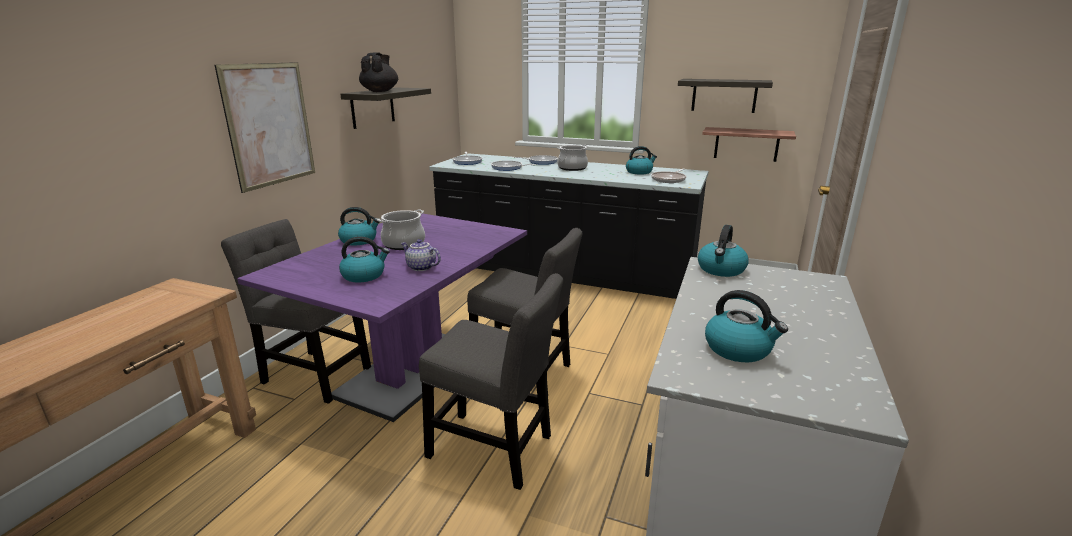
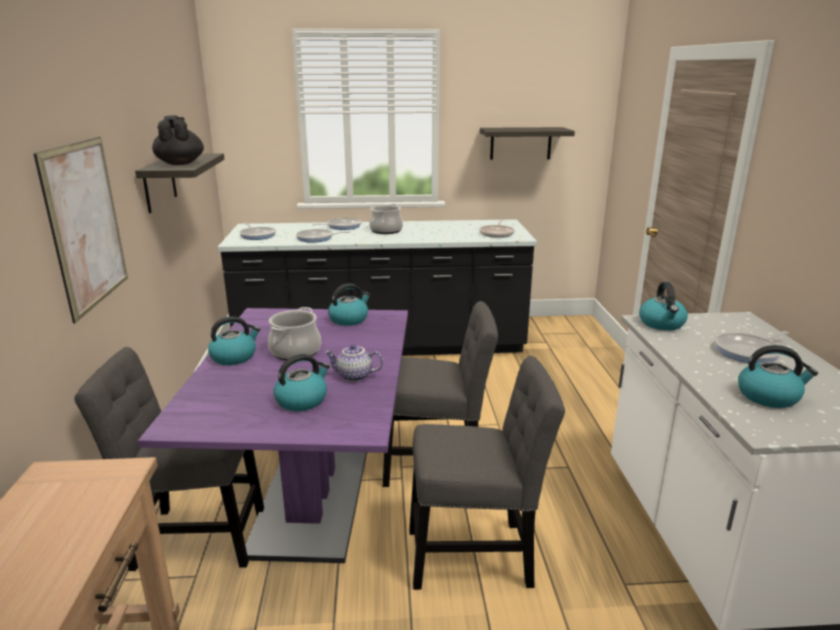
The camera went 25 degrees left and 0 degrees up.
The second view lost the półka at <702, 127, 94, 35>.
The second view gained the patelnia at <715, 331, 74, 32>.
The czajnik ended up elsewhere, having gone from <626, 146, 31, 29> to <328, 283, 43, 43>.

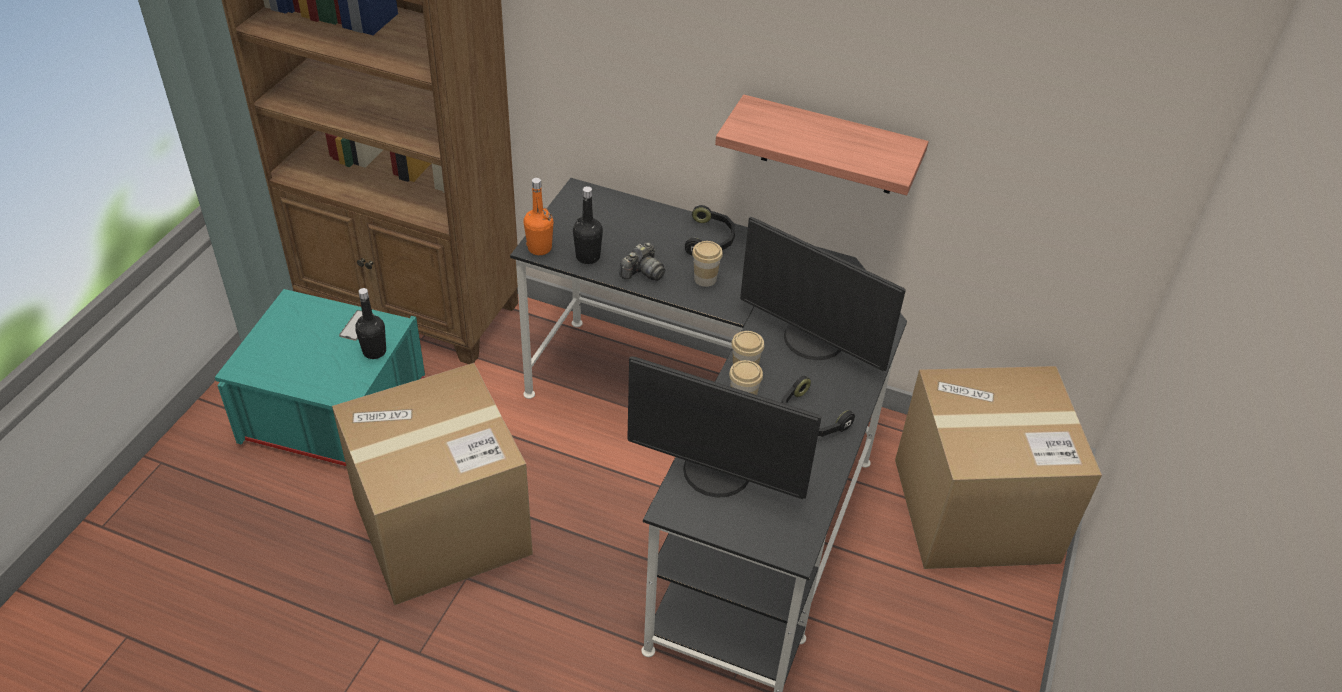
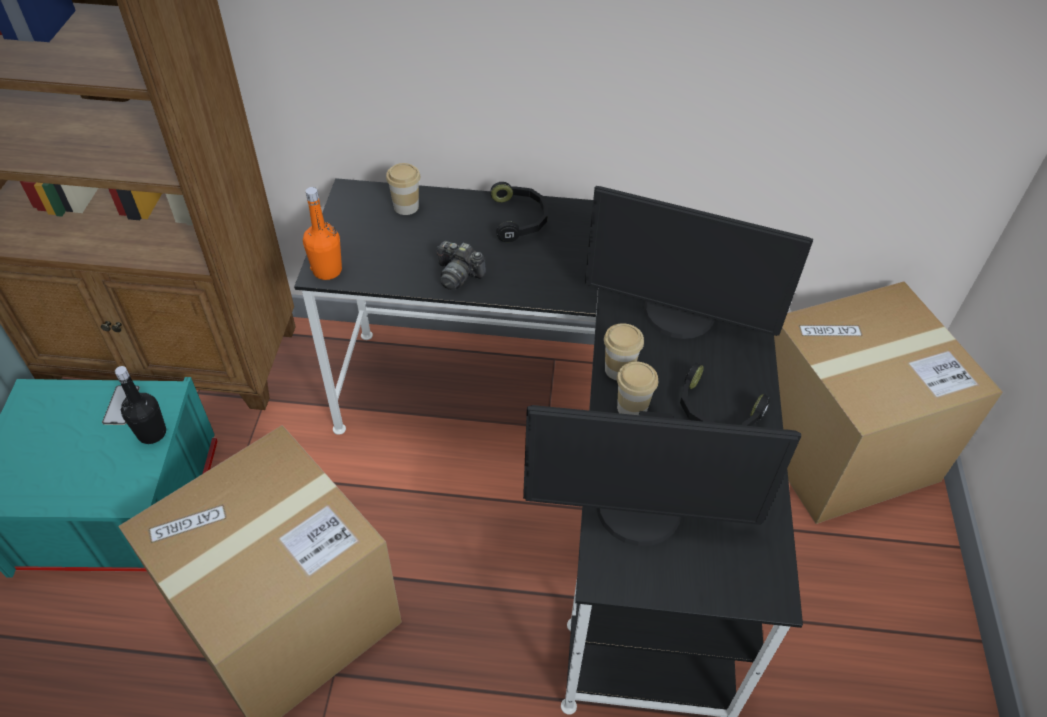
The camera went 15 degrees left and 5 degrees up.
The second view lost the butelka/czarny at <573, 186, 30, 78>.
The second view lost the półka at <715, 95, 214, 100>.
The filiżanka ended up elsewhere, having gone from <692, 241, 31, 46> to <386, 163, 34, 52>.
The aparat fotograficzny at <619, 242, 46, 39> ended up facing another way, 90 degrees clockwise from before.

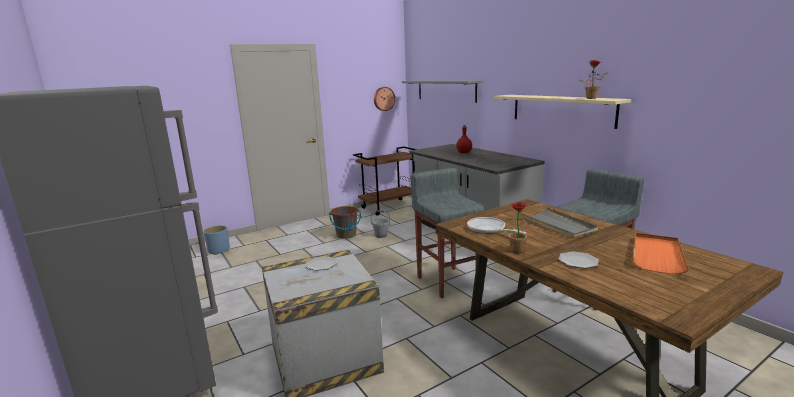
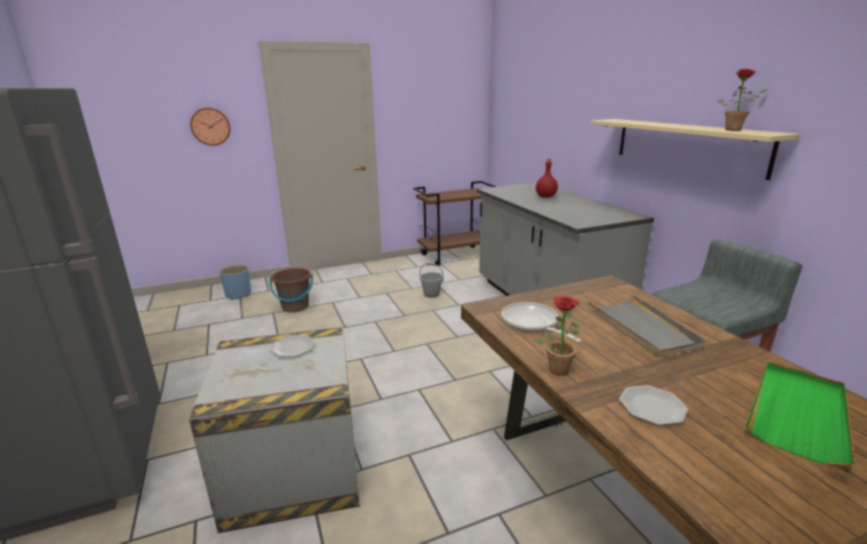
The camera went 10 degrees right and 5 degrees up.
The second view lost the półka/szary at <402, 80, 81, 23>.
The second view lost the stołek/szary at <411, 168, 73, 130>.
The wiadro/brązowy ended up elsewhere, having gone from <329, 206, 32, 33> to <269, 268, 44, 44>.
The zegar ścienny ended up elsewhere, having gone from <374, 87, 21, 24> to <190, 108, 40, 38>.
What was the taca/pomarańczowy at <631, 233, 58, 41> turned into the taca/zielony at <745, 362, 111, 104>.

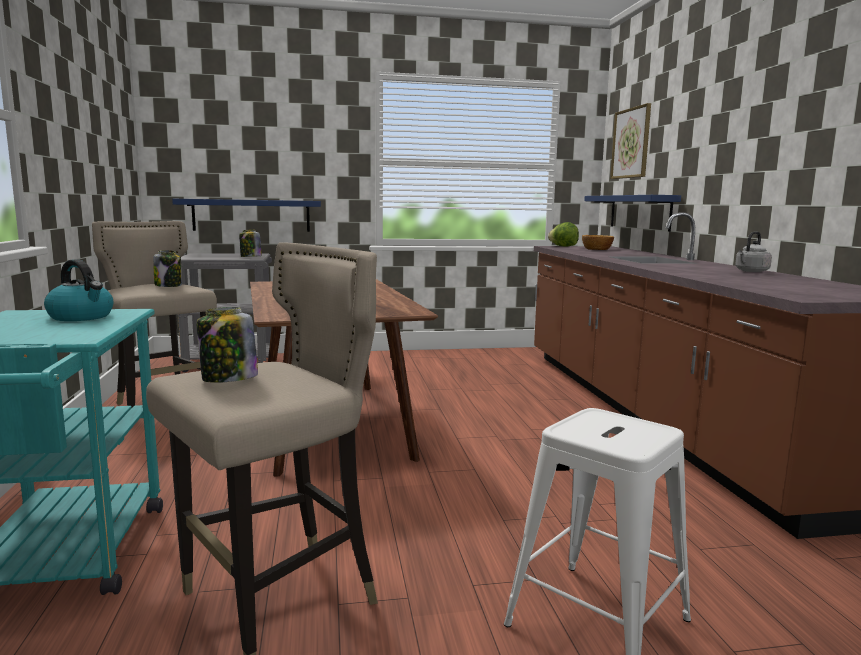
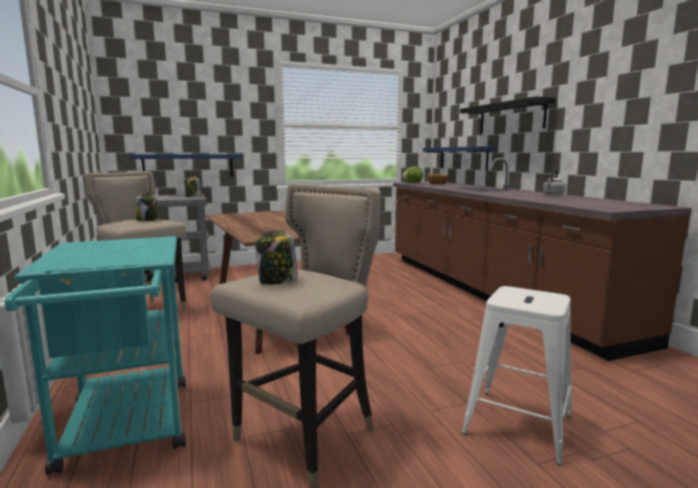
The camera went 10 degrees left and 0 degrees up.
The second view lost the czajnik at <44, 259, 70, 62>.
The second view lost the obraz at <610, 103, 41, 76>.
The second view gained the półka/czarny at <460, 96, 96, 37>.

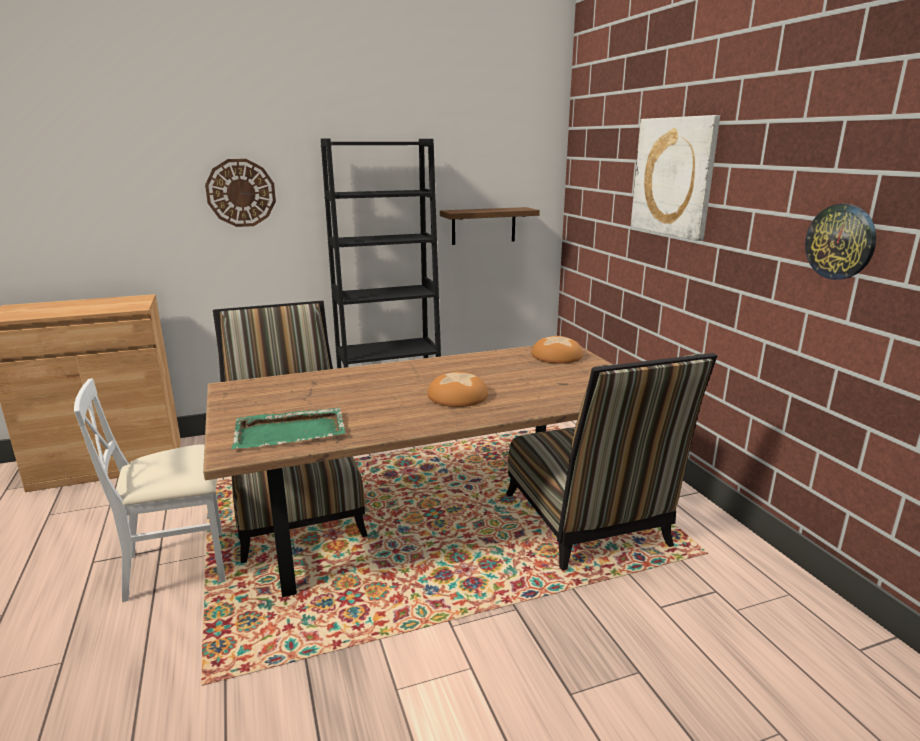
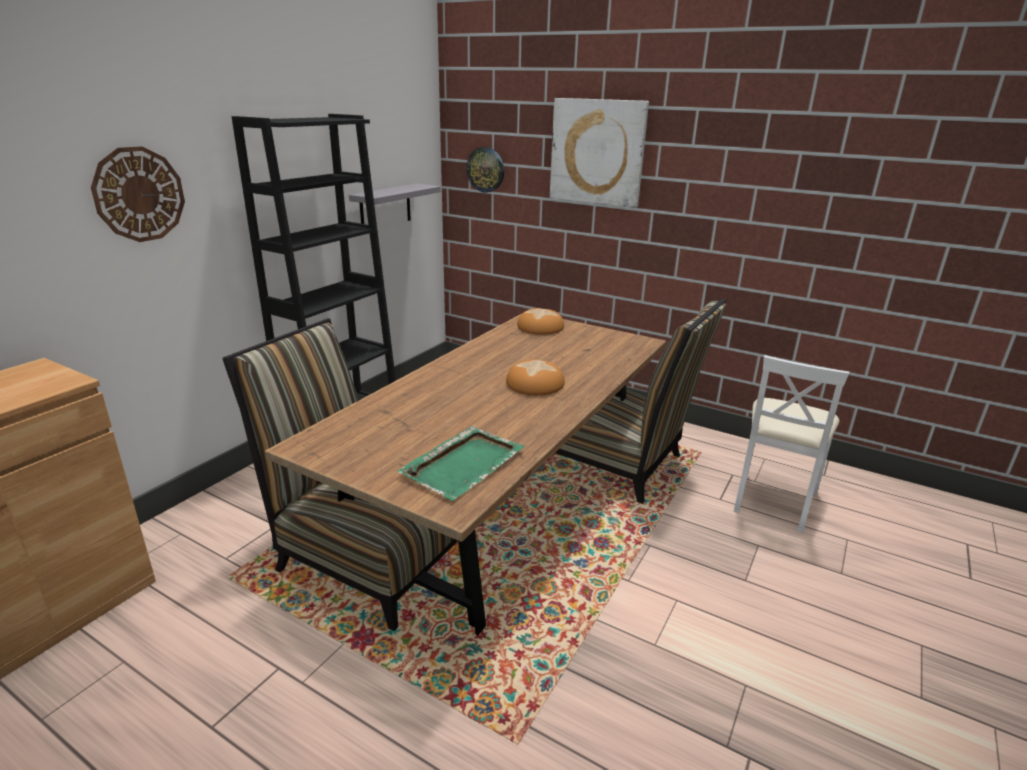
The camera went 40 degrees left and 5 degrees up.
The krzesło/biały ended up elsewhere, having gone from <74, 378, 152, 224> to <733, 355, 116, 178>.
The zegar ścienny ended up elsewhere, having gone from <805, 204, 71, 76> to <466, 147, 38, 46>.
What was the półka/brązowy at <440, 207, 100, 38> turned into the półka/szary at <349, 184, 92, 40>.

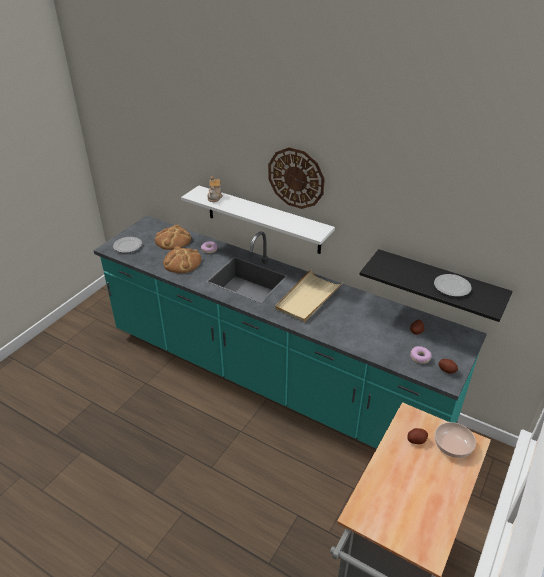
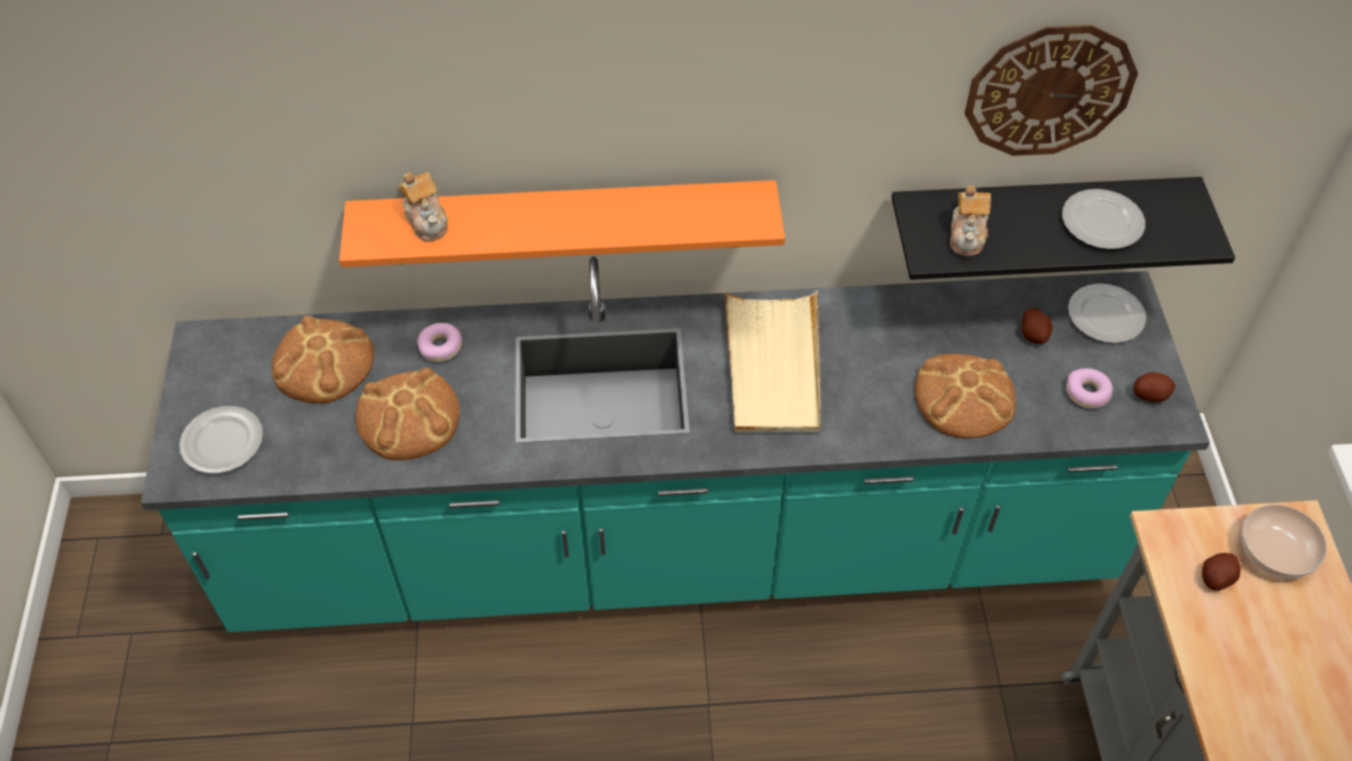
The camera went 35 degrees left and 15 degrees up.
The second view gained the chleb at <915, 354, 101, 85>.
The second view gained the imbryk at <950, 186, 41, 70>.
The second view gained the talerz at <1068, 284, 78, 59>.
The zegar ścienny ended up elsewhere, having gone from <268, 147, 57, 62> to <965, 25, 173, 131>.
What was the półka/biały at <181, 185, 154, 69> turned into the półka/pomarańczowy at <339, 180, 446, 87>.

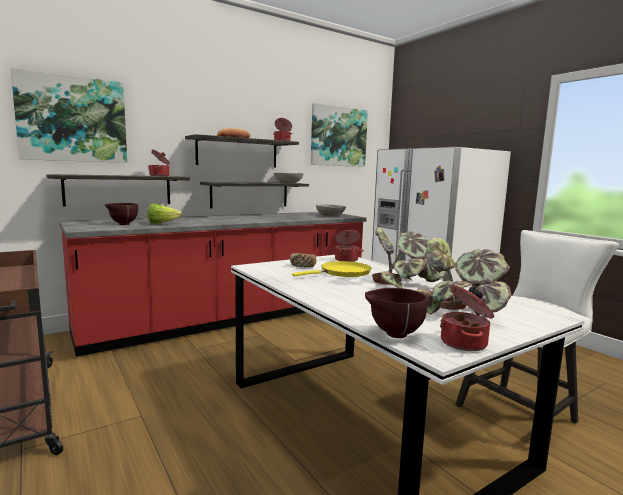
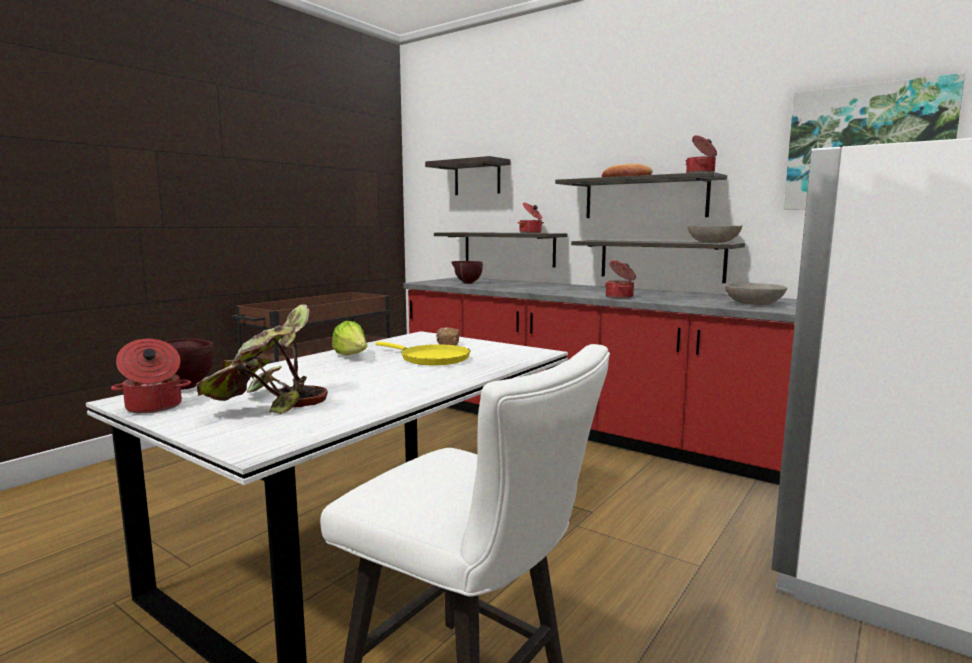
The camera went 70 degrees right and 0 degrees up.
The second view lost the roślina doniczkowa at <372, 227, 76, 61>.
The sałata ended up elsewhere, having gone from <148, 204, 34, 20> to <332, 321, 35, 34>.
The garnek ended up elsewhere, having gone from <331, 230, 33, 32> to <605, 260, 31, 39>.
Where the obraz hung at <11, 68, 116, 95>, the półka came to hang at <425, 156, 85, 39>.

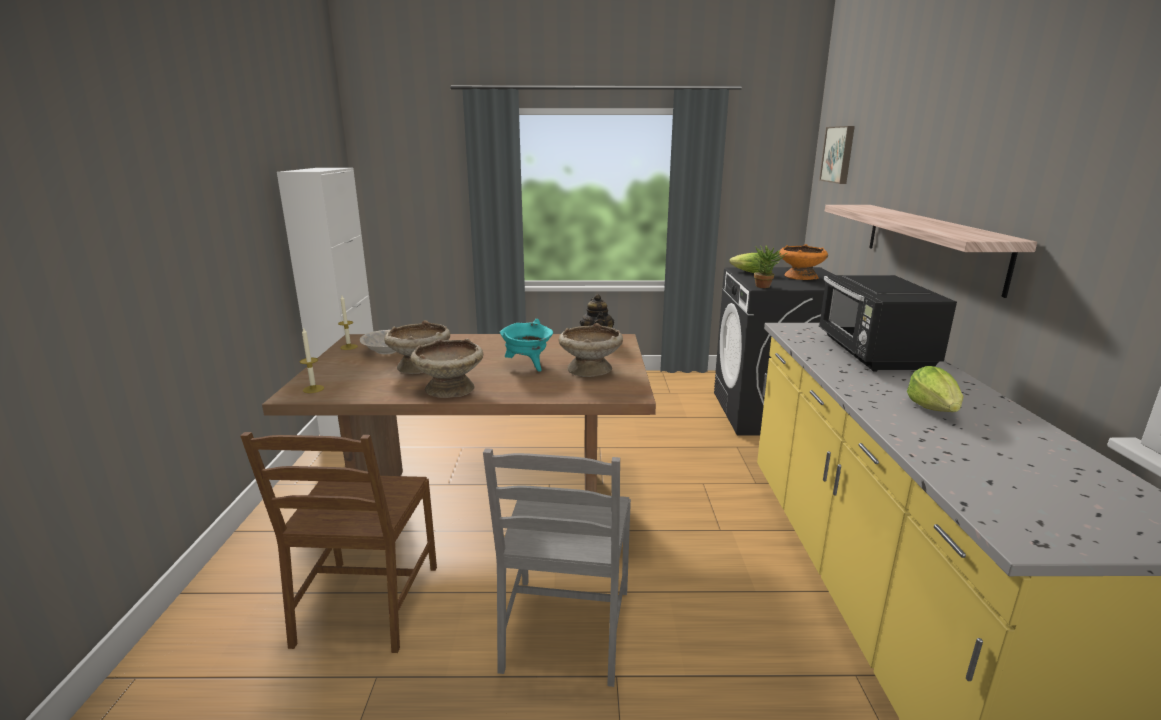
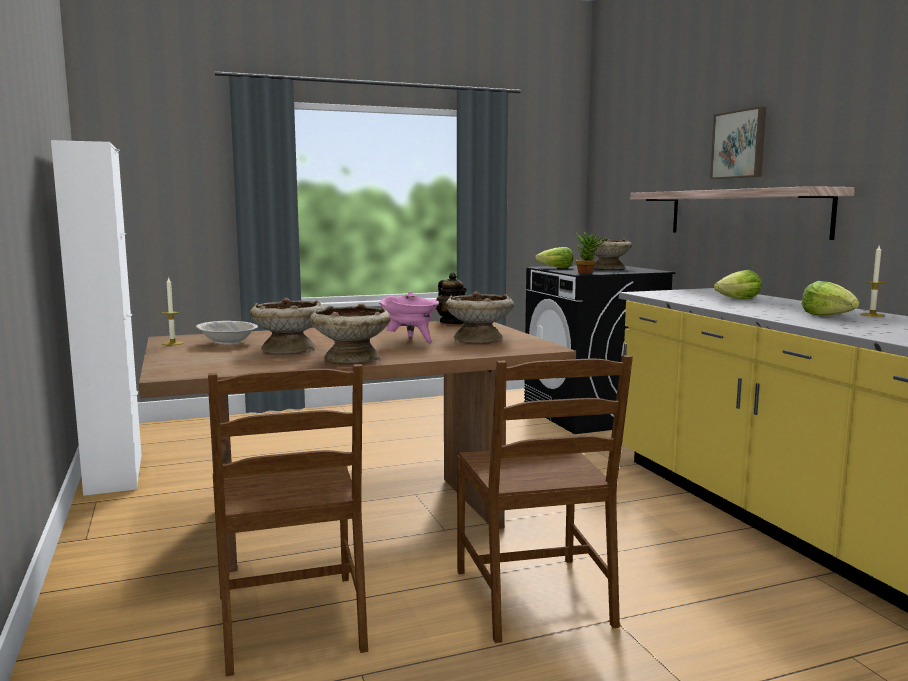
The camera went 20 degrees left and 10 degrees down.
The świeca ended up elsewhere, having gone from <300, 327, 24, 66> to <860, 245, 26, 72>.
The obraz ended up elsewhere, having gone from <819, 126, 36, 58> to <710, 107, 56, 72>.
Where the mikrofalówka/czarny stood at <819, 275, 138, 97>, the sałata came to stand at <714, 270, 48, 29>.
What was the krzesło/szary at <483, 448, 148, 239> turned into the krzesło/brązowy at <457, 355, 176, 288>.
What was the garnek/turkusowy at <499, 319, 54, 52> turned into the garnek/różowy at <379, 291, 60, 52>.
What was the miska/pomarańczowy at <779, 244, 49, 36> turned into the miska/beżowy at <592, 238, 40, 31>.

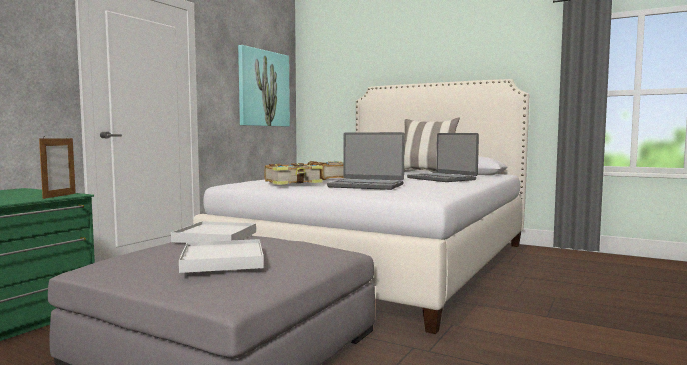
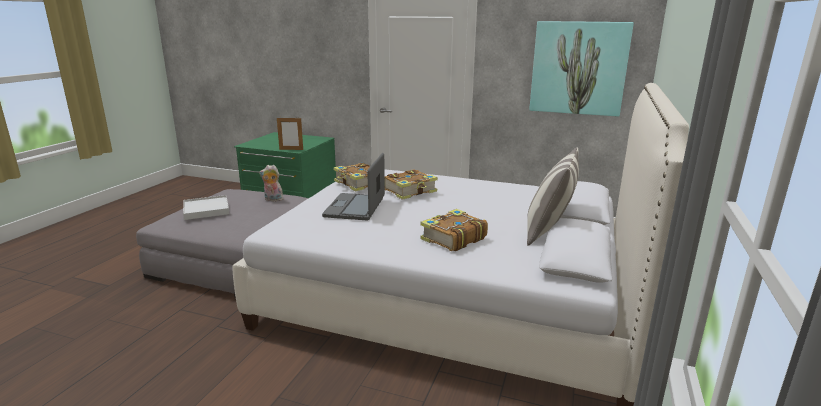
The camera went 80 degrees right and 15 degrees up.
Where the taca/biały stood at <171, 221, 85, 22>, the pluszak came to stand at <259, 165, 25, 36>.
Where the laptop stood at <407, 133, 72, 49>, the książka came to stand at <420, 209, 68, 42>.

